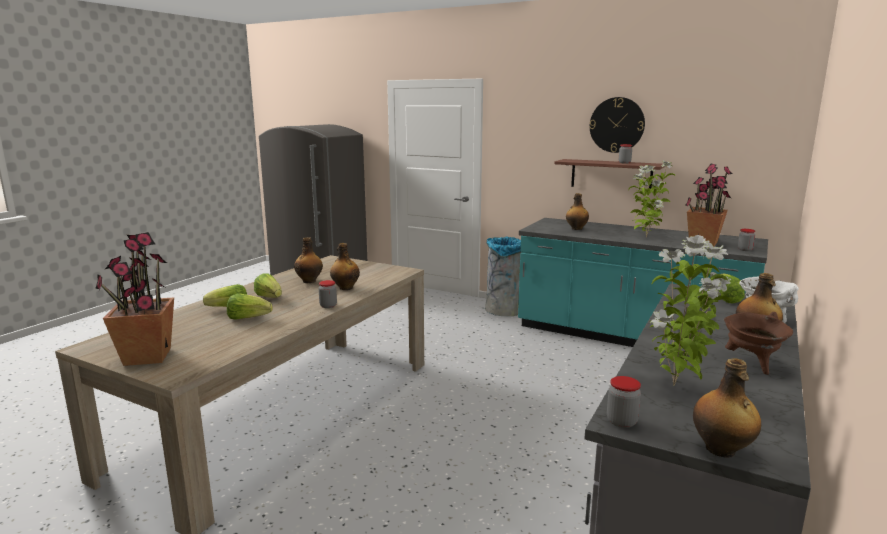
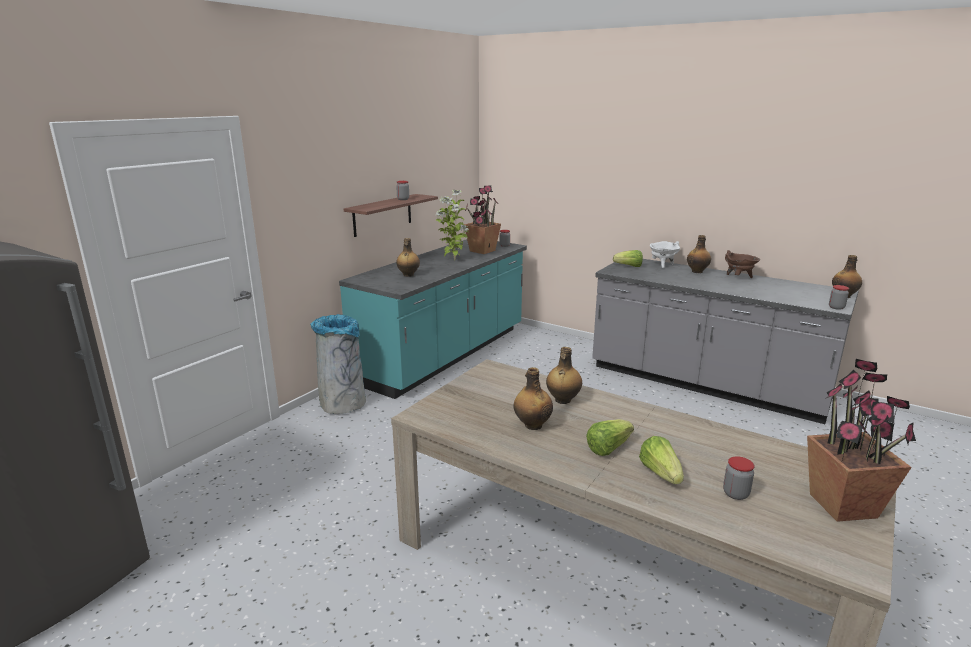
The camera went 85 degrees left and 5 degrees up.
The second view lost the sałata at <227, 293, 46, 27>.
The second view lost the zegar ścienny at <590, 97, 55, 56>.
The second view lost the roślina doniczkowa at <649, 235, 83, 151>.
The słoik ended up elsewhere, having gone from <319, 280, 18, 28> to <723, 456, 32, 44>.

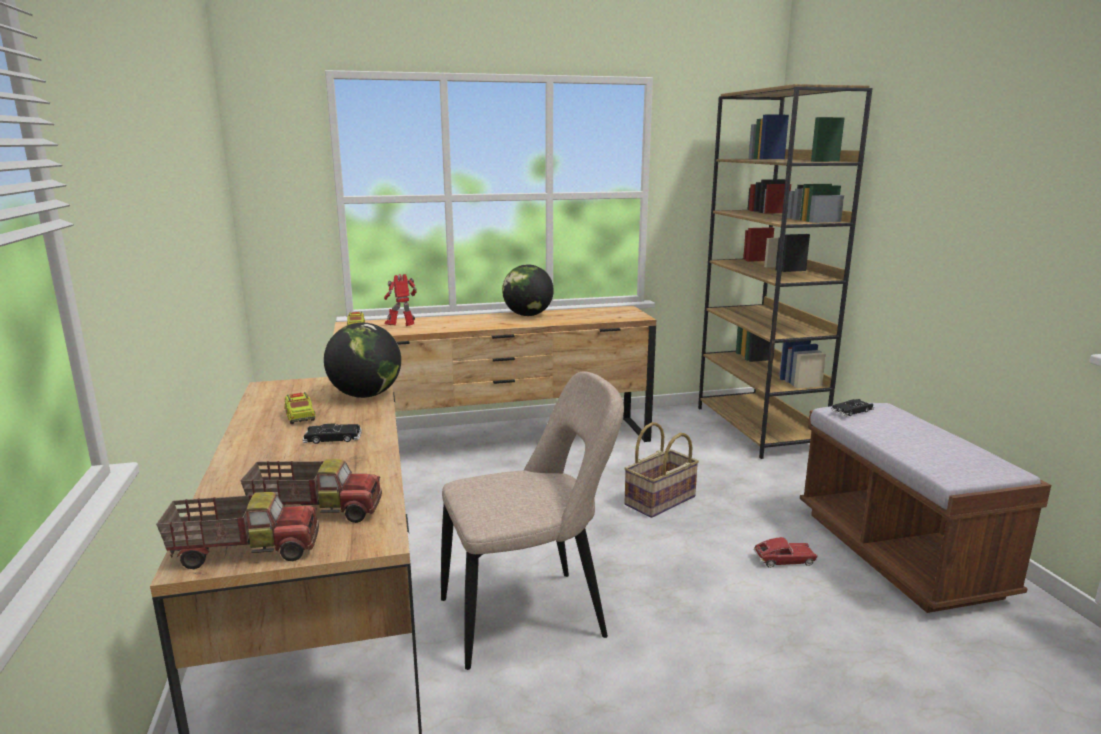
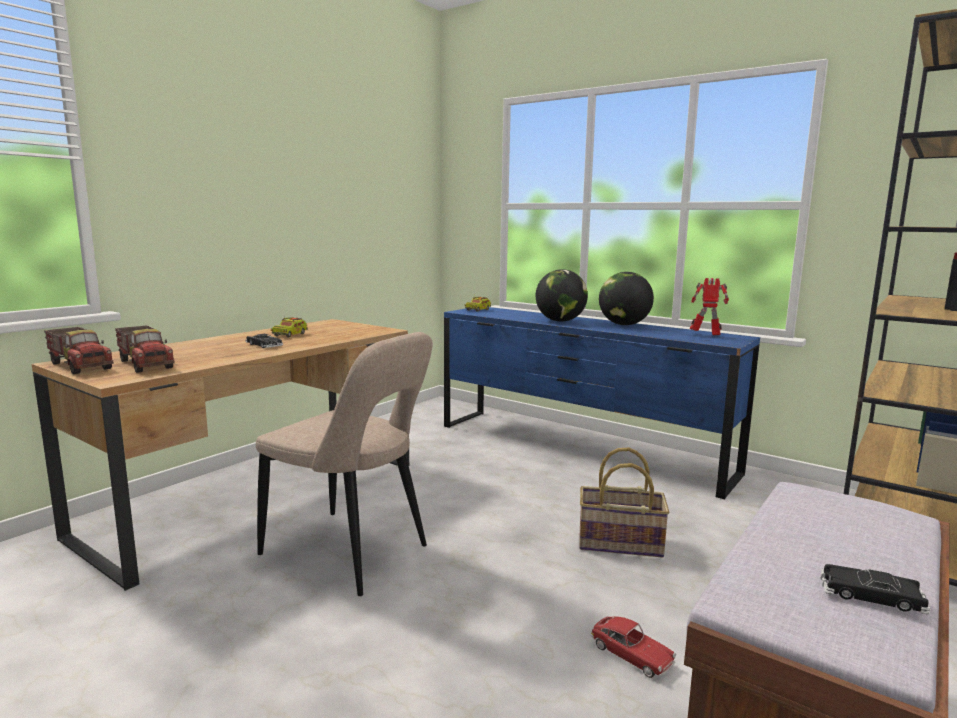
The camera went 50 degrees right and 5 degrees down.
The globus ended up elsewhere, having gone from <324, 323, 77, 75> to <536, 269, 52, 53>.
The robot zabawkowy ended up elsewhere, having gone from <384, 274, 33, 52> to <690, 278, 39, 58>.
The samochodzik/czarny ended up elsewhere, having gone from <831, 399, 43, 17> to <821, 564, 110, 50>.
What was the komoda/brązowy at <333, 306, 323, 136> turned into the komoda/niebieski at <444, 307, 316, 192>.

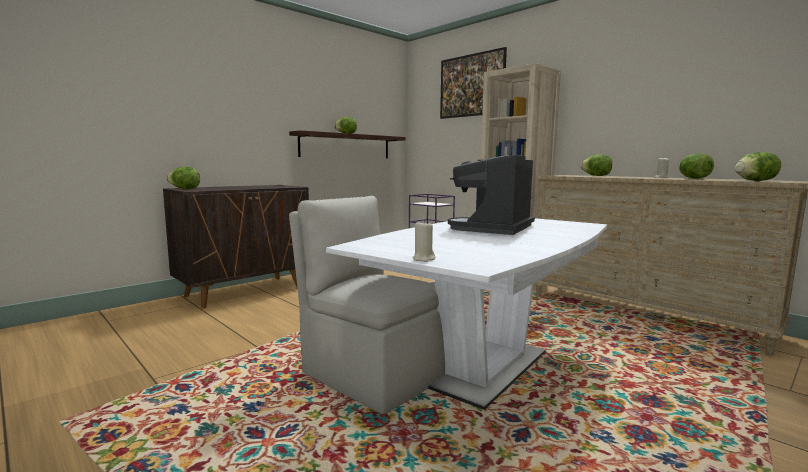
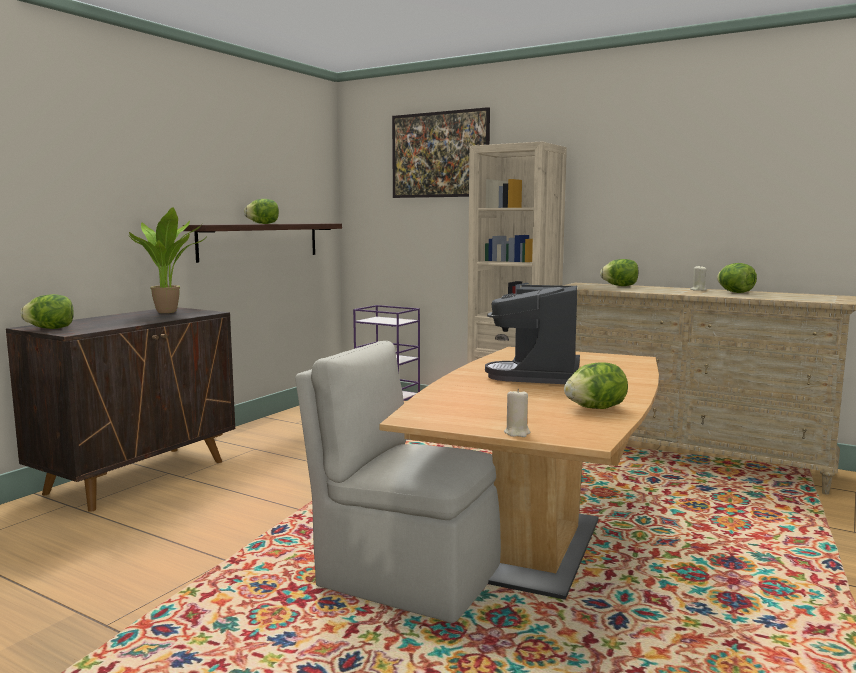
The camera went 15 degrees left and 0 degrees up.
The second view gained the roślina doniczkowa at <129, 207, 76, 106>.
The sałata ended up elsewhere, having gone from <735, 152, 46, 29> to <564, 362, 64, 47>.
What was the stół jadalny/biały at <326, 218, 281, 192> turned into the stół jadalny/brązowy at <379, 347, 280, 253>.

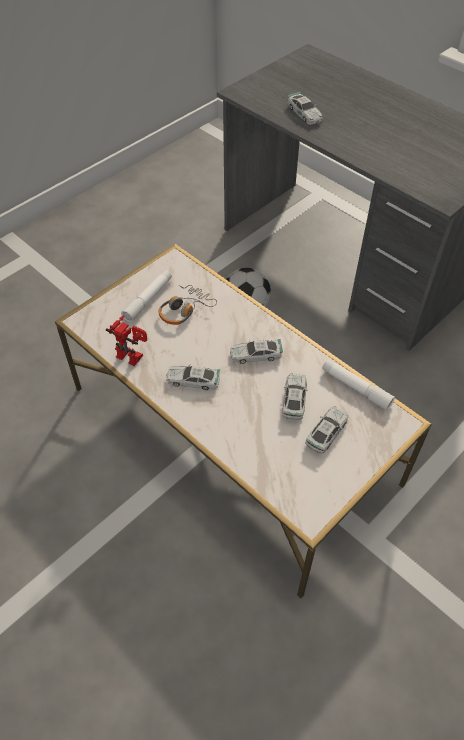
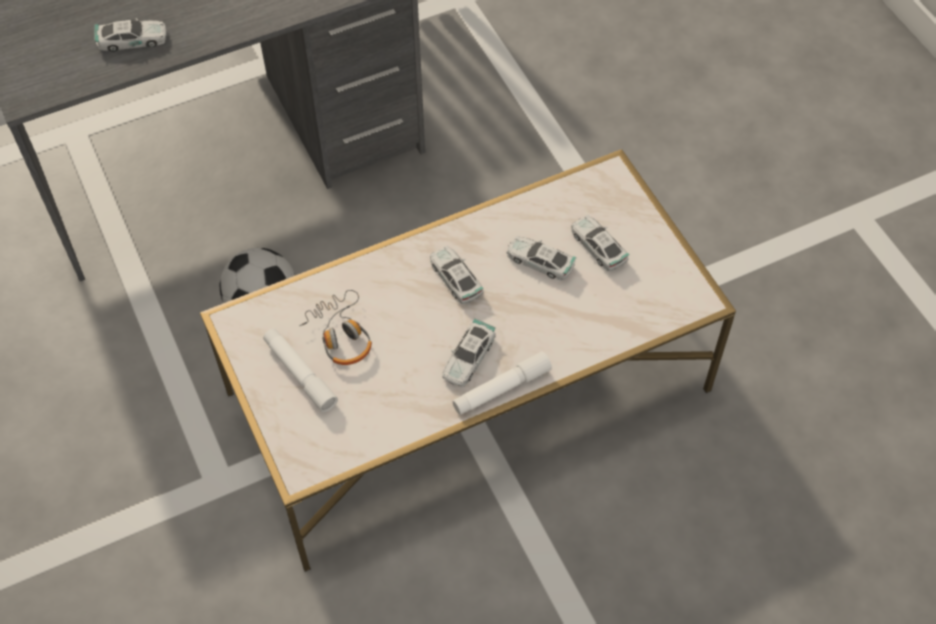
The camera went 70 degrees left and 5 degrees up.
The second view lost the robot zabawkowy at <106, 315, 41, 51>.
The latarka/biały ended up elsewhere, having gone from <322, 359, 73, 51> to <453, 351, 99, 64>.
The samochodzik at <230, 339, 53, 25> ended up facing another way, 135 degrees clockwise from before.

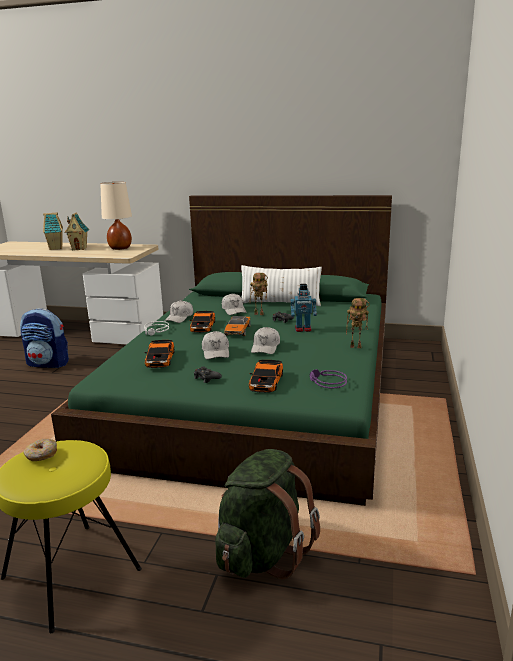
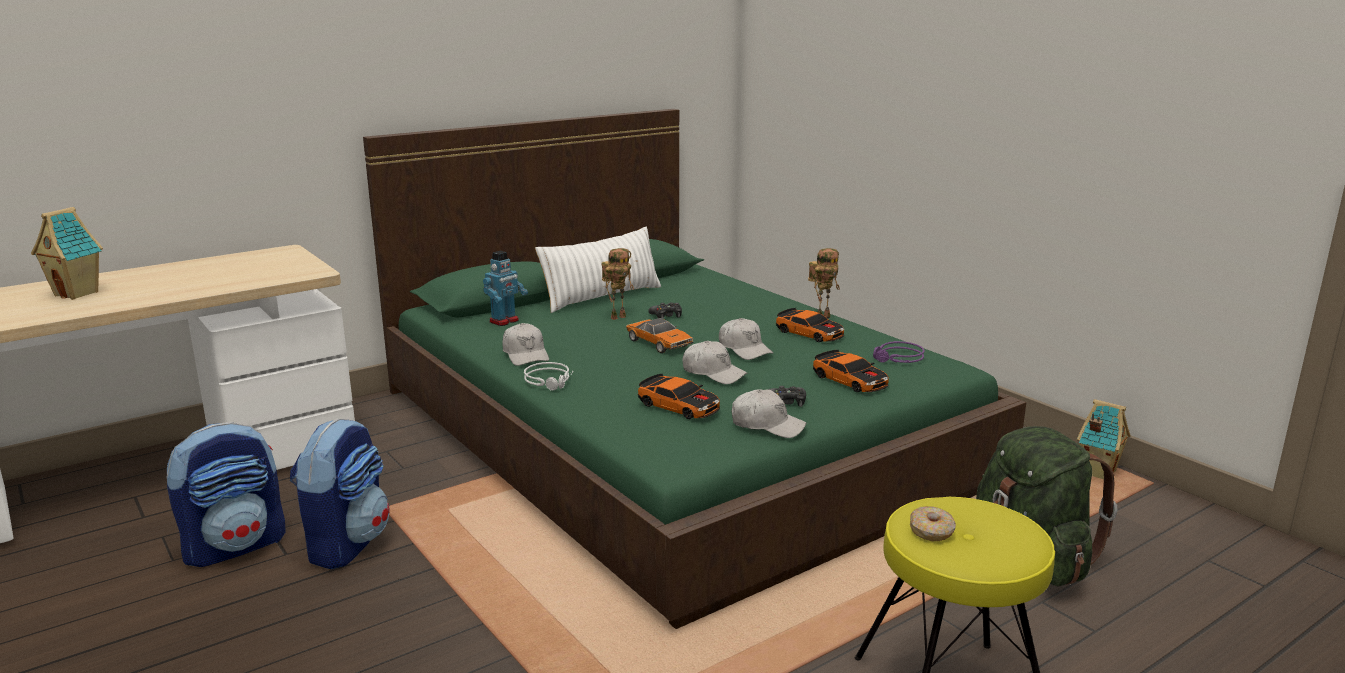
The camera went 50 degrees left and 0 degrees up.
The second view lost the lampa stołowa/beżowy at <100, 182, 32, 68>.
The second view gained the plecak at <290, 418, 100, 151>.
The domek ended up elsewhere, having gone from <65, 212, 24, 38> to <1077, 399, 53, 80>.
The samochodzik ended up elsewhere, having gone from <190, 311, 25, 22> to <776, 308, 68, 34>.
The czapka z daszkiem/biały ended up elsewhere, having gone from <222, 293, 25, 22> to <732, 389, 74, 49>.
The robot zabawkowy ended up elsewhere, having gone from <291, 284, 26, 48> to <483, 251, 45, 75>.

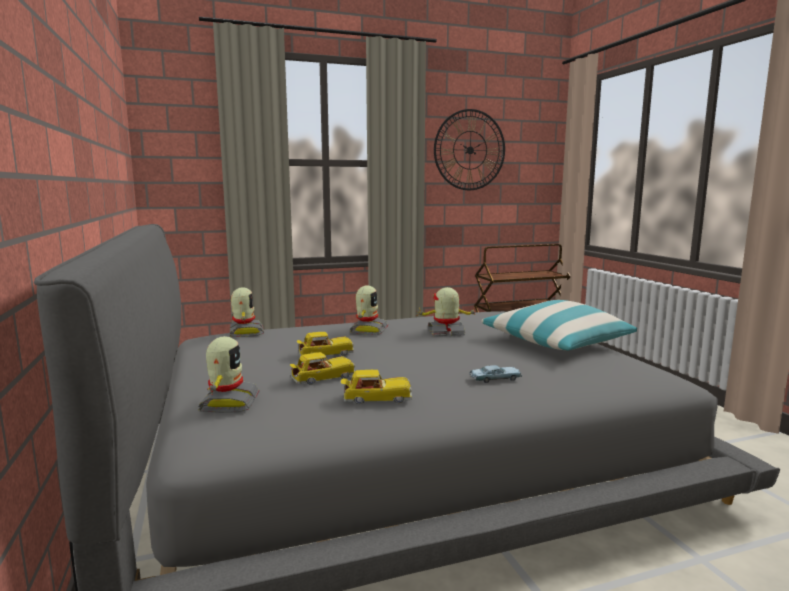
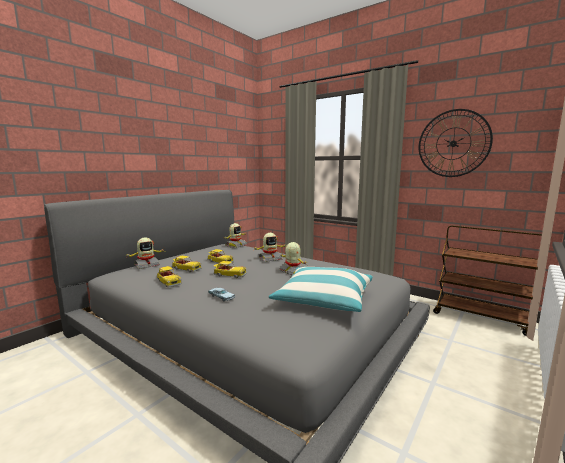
The camera went 55 degrees right and 0 degrees up.
The second view gained the samochodzik at <214, 261, 33, 17>.

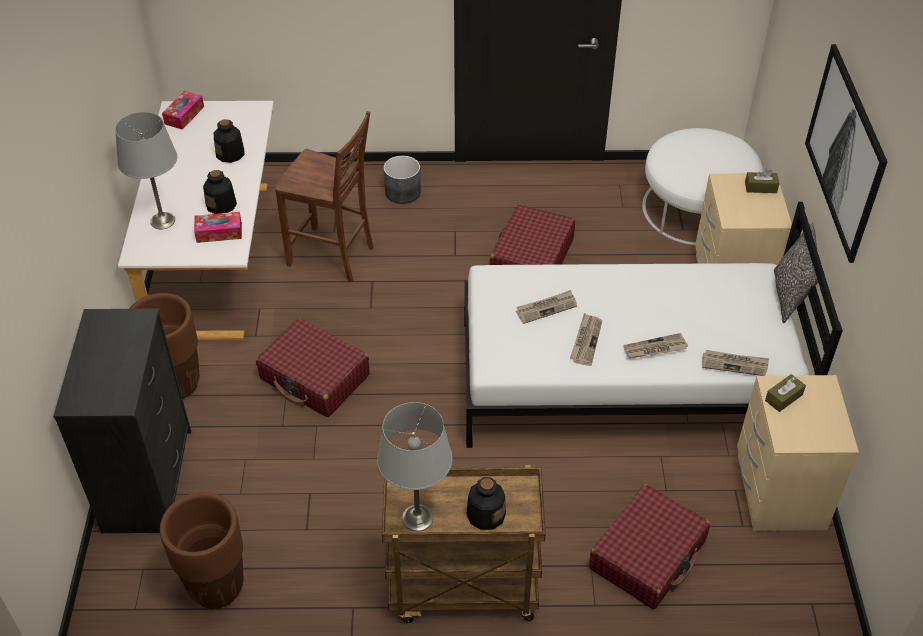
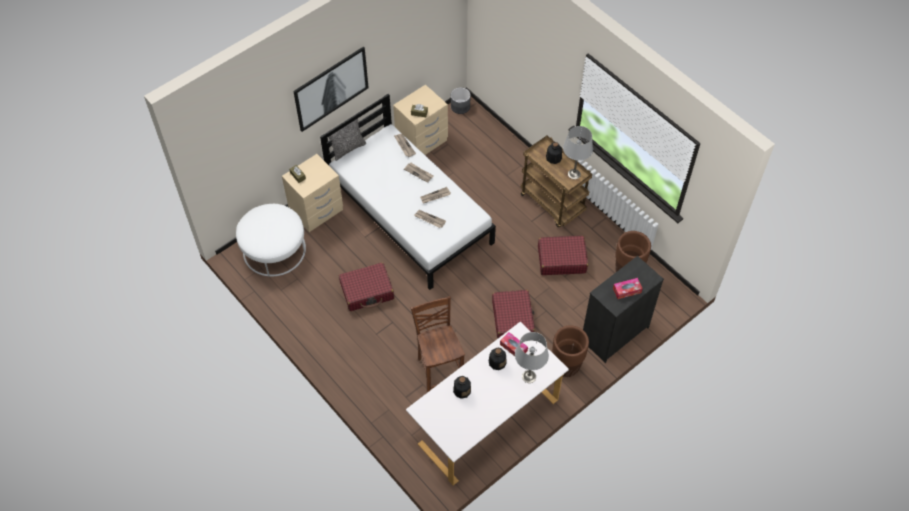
The camera went 130 degrees left and 10 degrees up.
The pudełko chusteczek ended up elsewhere, having gone from <162, 91, 42, 39> to <613, 278, 30, 21>.
The donica/szary ended up elsewhere, having gone from <384, 156, 37, 48> to <451, 87, 20, 27>.
The walizka/czerwony ended up elsewhere, having gone from <589, 484, 121, 125> to <538, 236, 50, 39>.

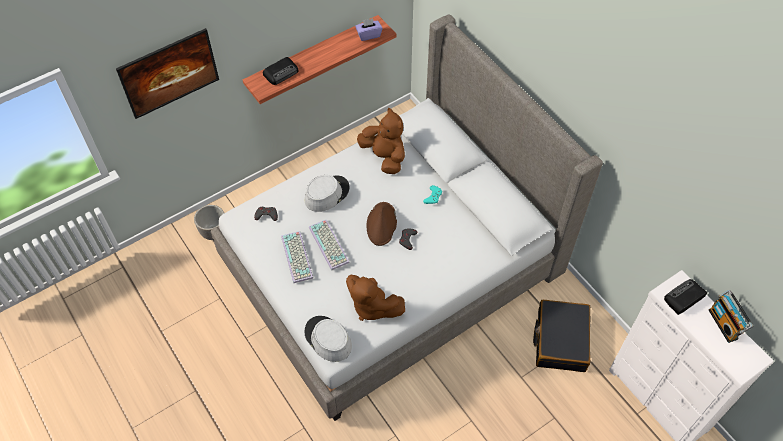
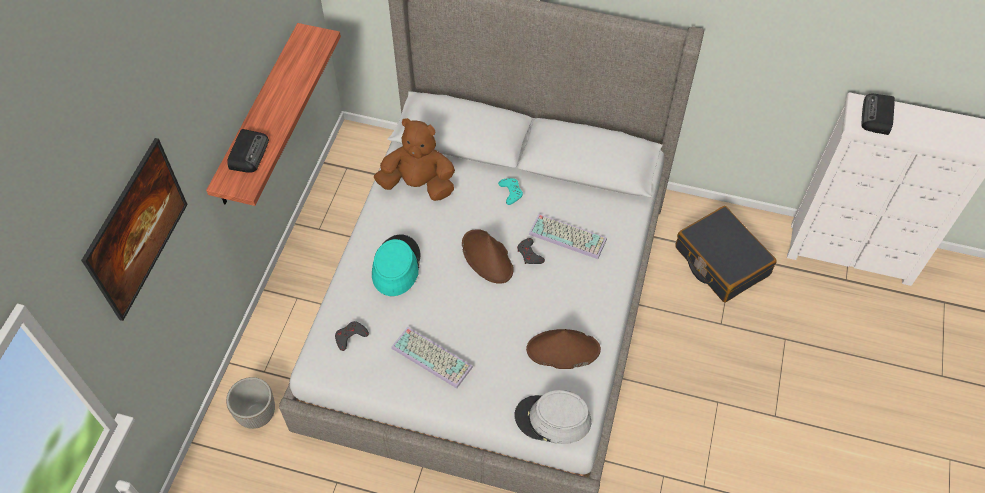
The camera went 40 degrees left and 0 degrees up.
The second view lost the pudełko chusteczek/fioletowy at <355, 18, 28, 23>.
The second view lost the radio at <709, 290, 44, 53>.
The klawiatura ended up elsewhere, having gone from <309, 220, 41, 51> to <529, 214, 78, 45>.
Where the pluszak/brązowy stood at <346, 275, 59, 46>, the kapelusz/brązowy came to stand at <526, 329, 75, 40>.
What was the kapelusz/szary at <305, 175, 45, 37> turned into the kapelusz/turkusowy at <372, 235, 49, 61>.

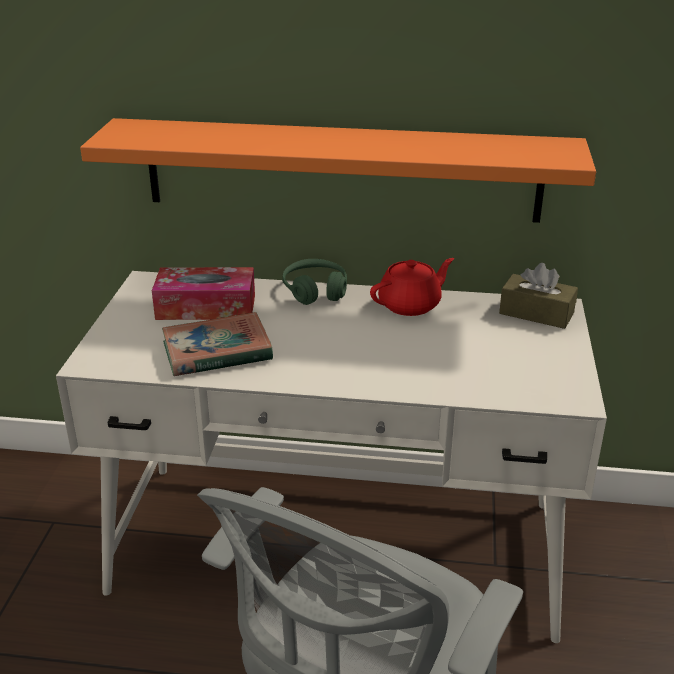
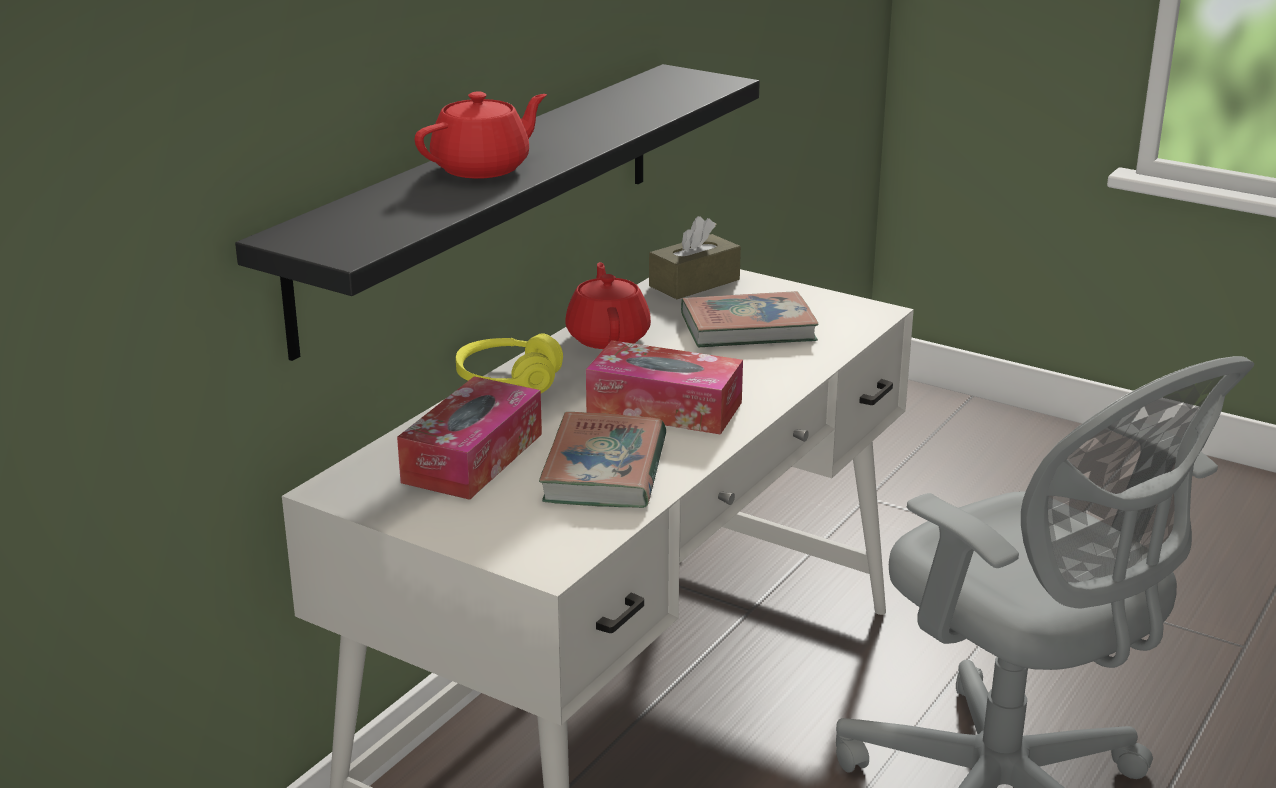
The camera went 65 degrees left and 5 degrees down.
The second view gained the imbryk/czerwony at <415, 92, 132, 87>.
The second view gained the pudełko chusteczek at <586, 340, 157, 95>.
The second view gained the książka at <681, 291, 138, 56>.
What was the półka/pomarańczowy at <80, 118, 516, 105> turned into the półka/czarny at <235, 64, 525, 297>.
What was the słuchawki/zielony at <282, 259, 65, 46> turned into the słuchawki/żółty at <456, 333, 107, 60>.

